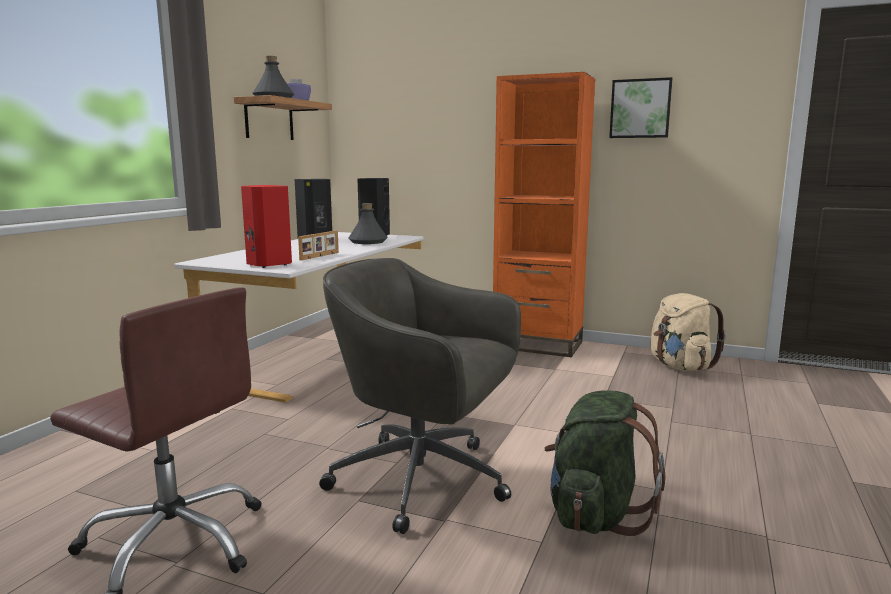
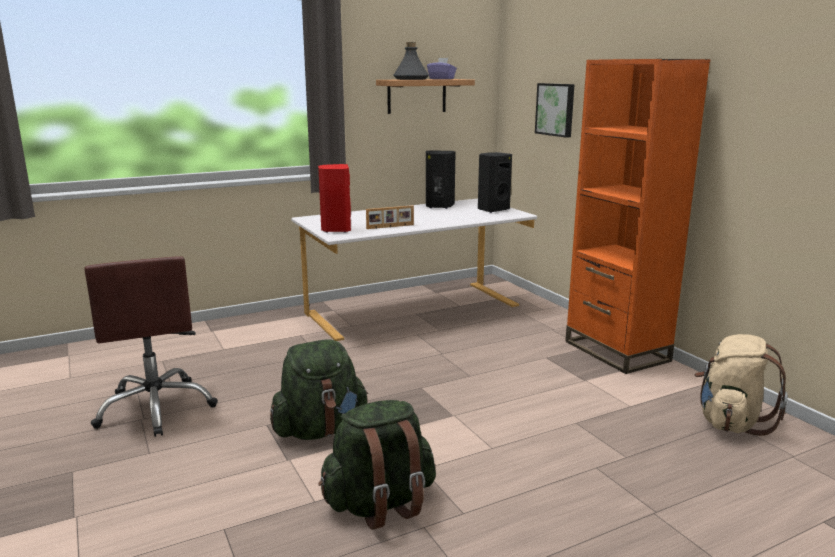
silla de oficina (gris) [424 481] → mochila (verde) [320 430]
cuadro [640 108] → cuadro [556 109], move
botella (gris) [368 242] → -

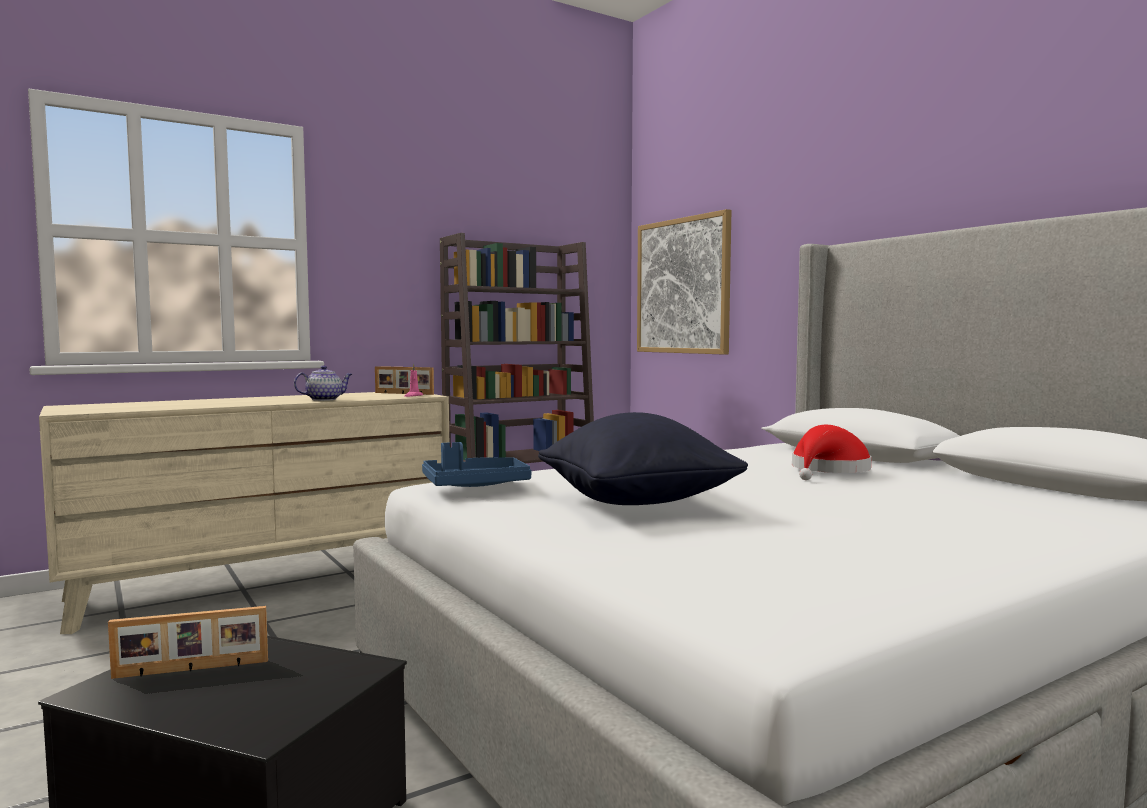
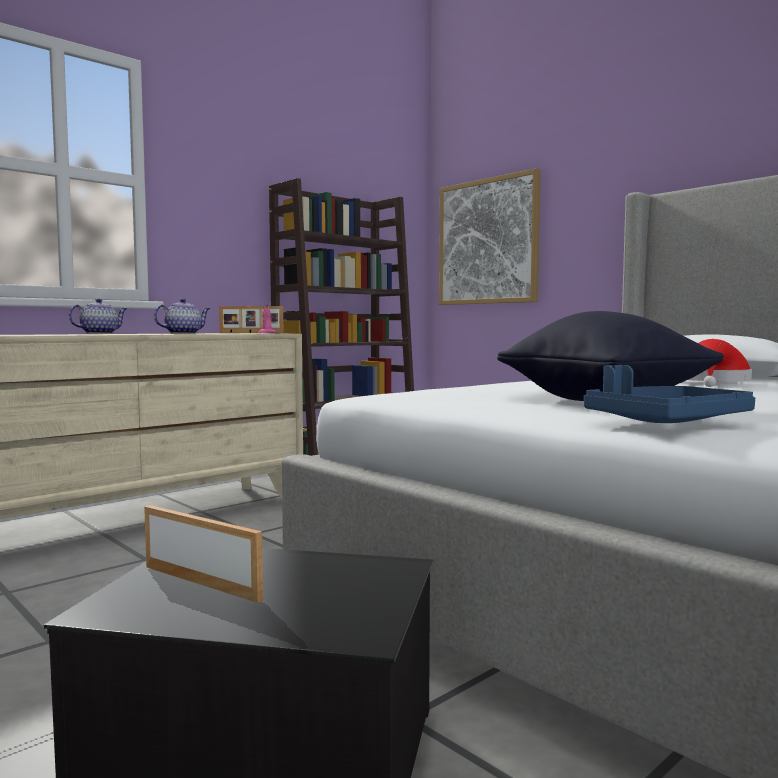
- → tetera [100 333]
portarretratos [191 670] → portarretratos [203 582], 120 degrees counterclockwise
bandeja (azul) [474 485] → bandeja (azul) [666 422], move

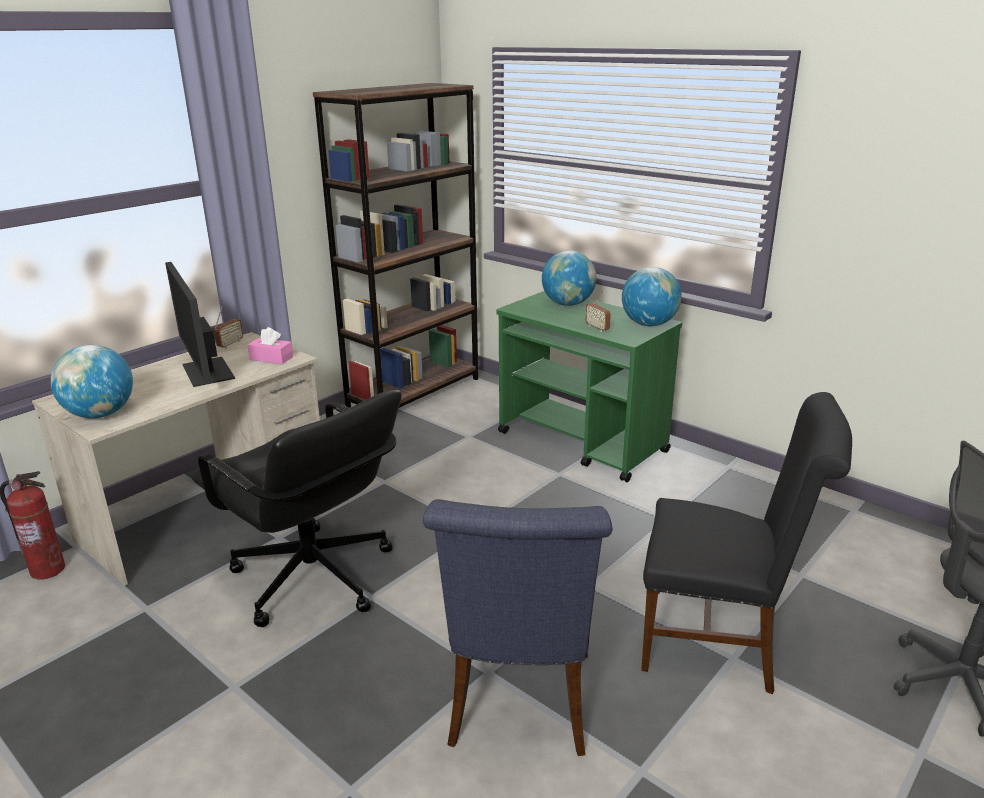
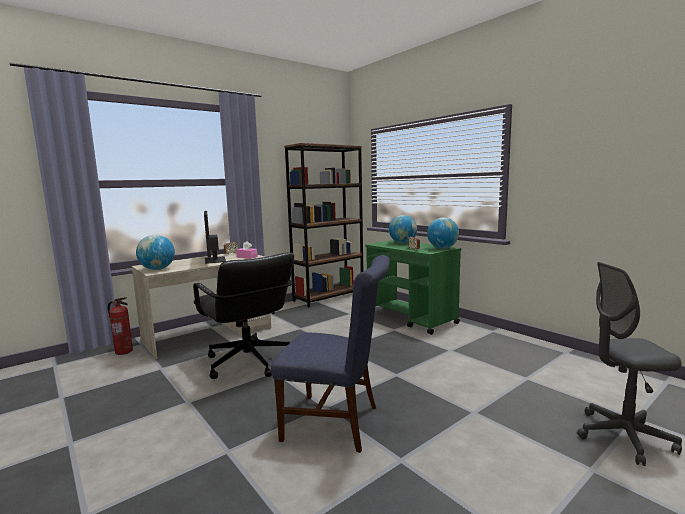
silla (azul) [519 705] → silla (azul) [337 423], 90 degrees counterclockwise
silla (negro) [720 640] → -

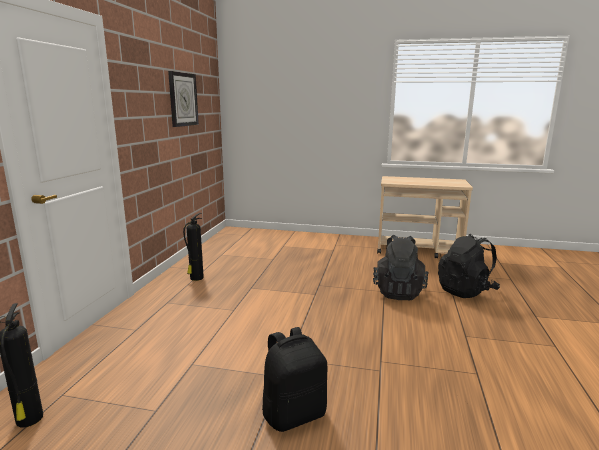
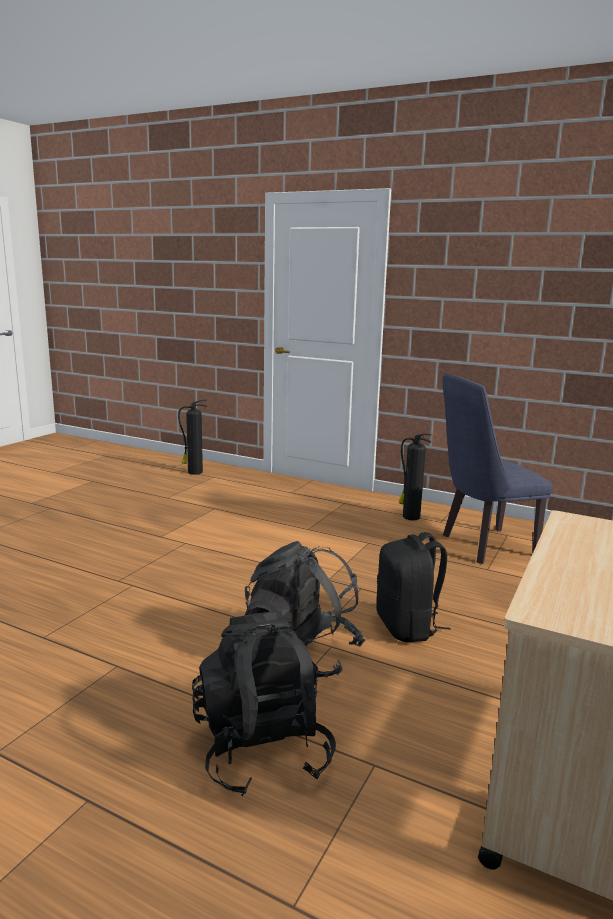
mochila (negro) [294 414] → mochila (negro) [407 627], move
- → silla (azul) [481 546]
reloj de pared [183 99] → -

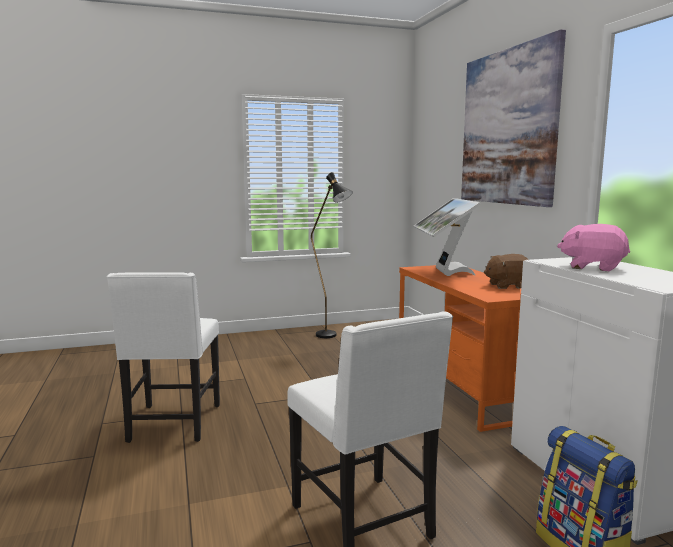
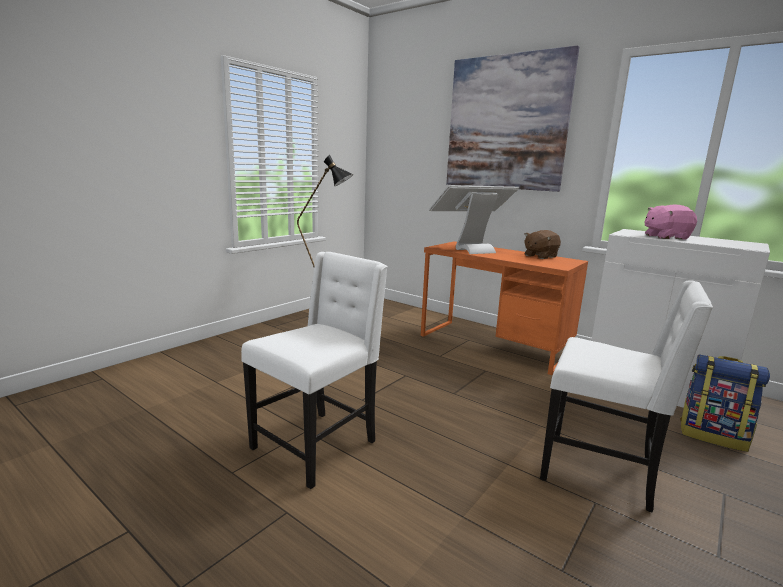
silla (blanco) [173 424] → silla (blanco) [317 445], 105 degrees counterclockwise
monitor [444 272] → monitor [470 249], 105 degrees clockwise

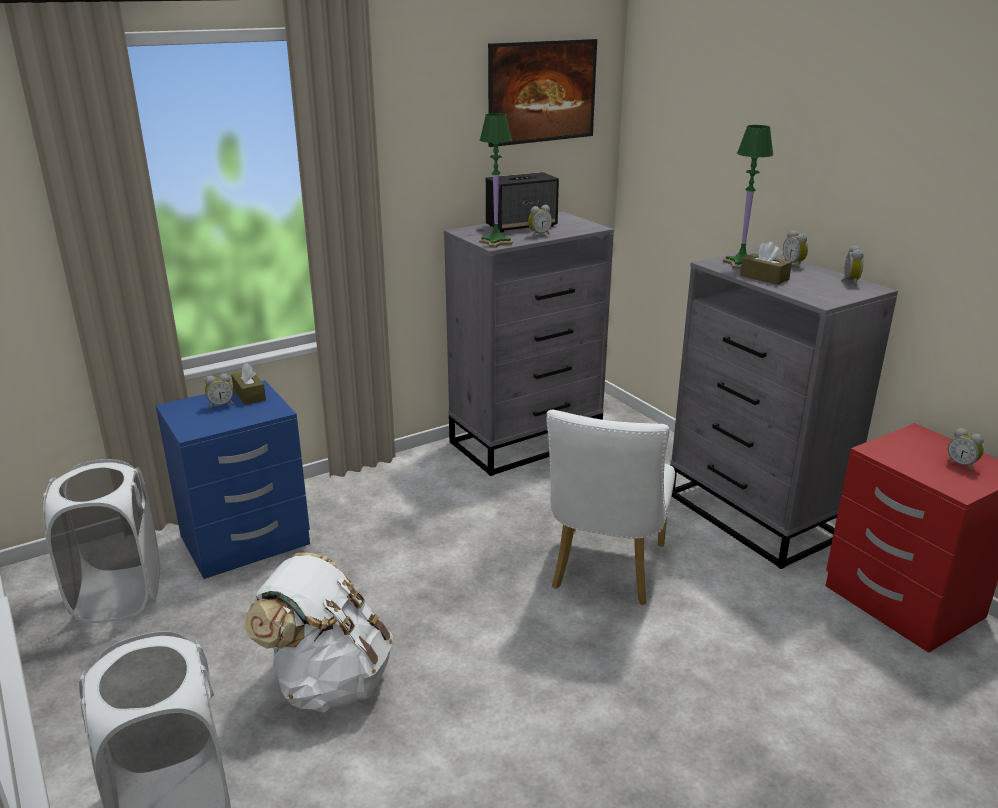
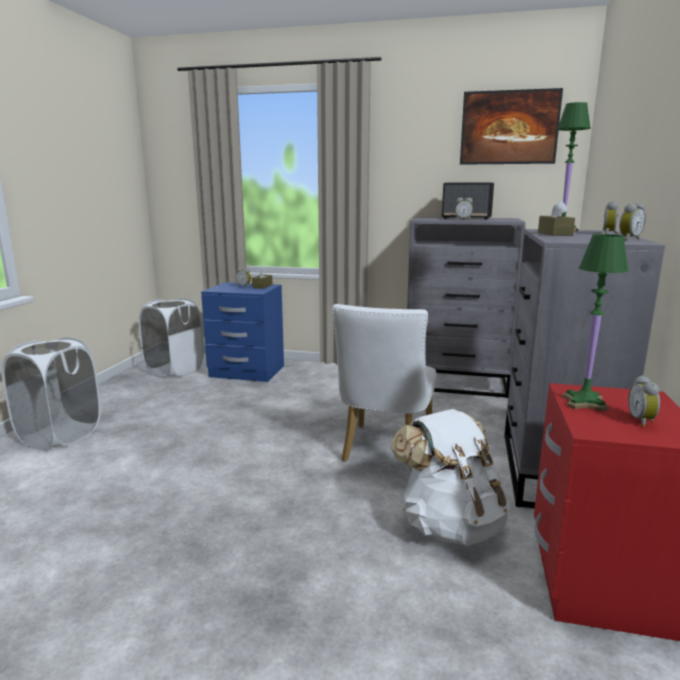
silla (blanco) [605 572] → silla (blanco) [384 451], 45 degrees counterclockwise
mochila (blanco) [329 681] → mochila (blanco) [450 525], move
lámpara de mesa (verde) [496 242] → lámpara de mesa (verde) [584 403], move

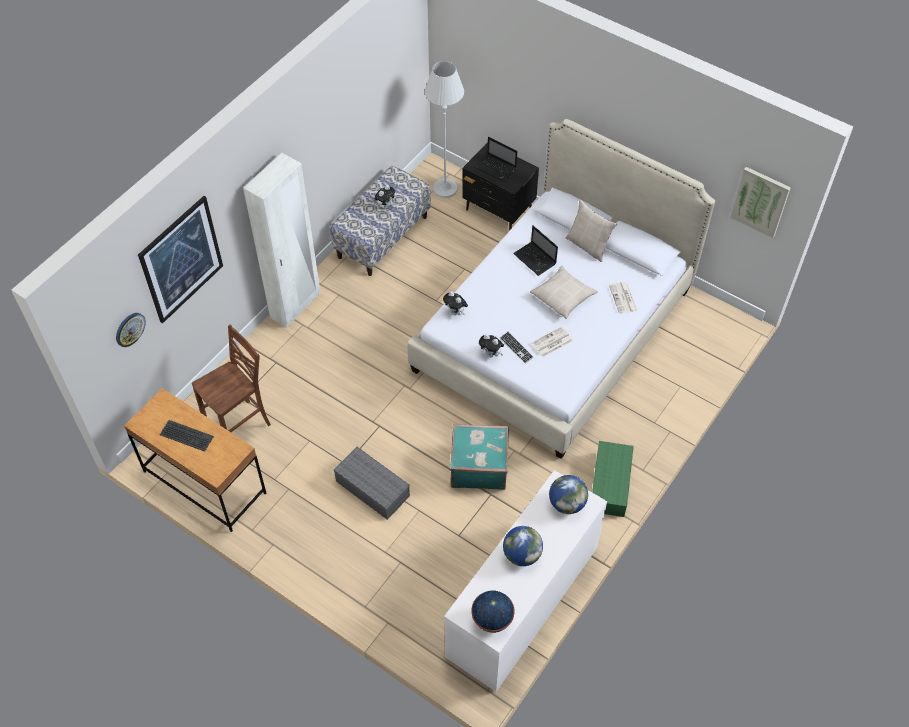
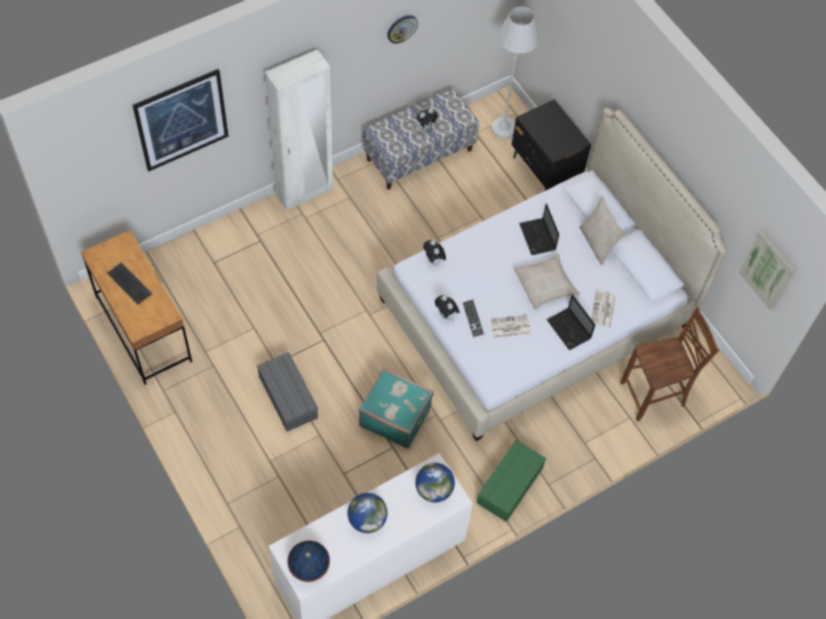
reloj de pared [129 329] → reloj de pared [401 28], move
portátil [496 168] → portátil [569 330], move
silla (marrón) [240 426] → silla (marrón) [654 395], move

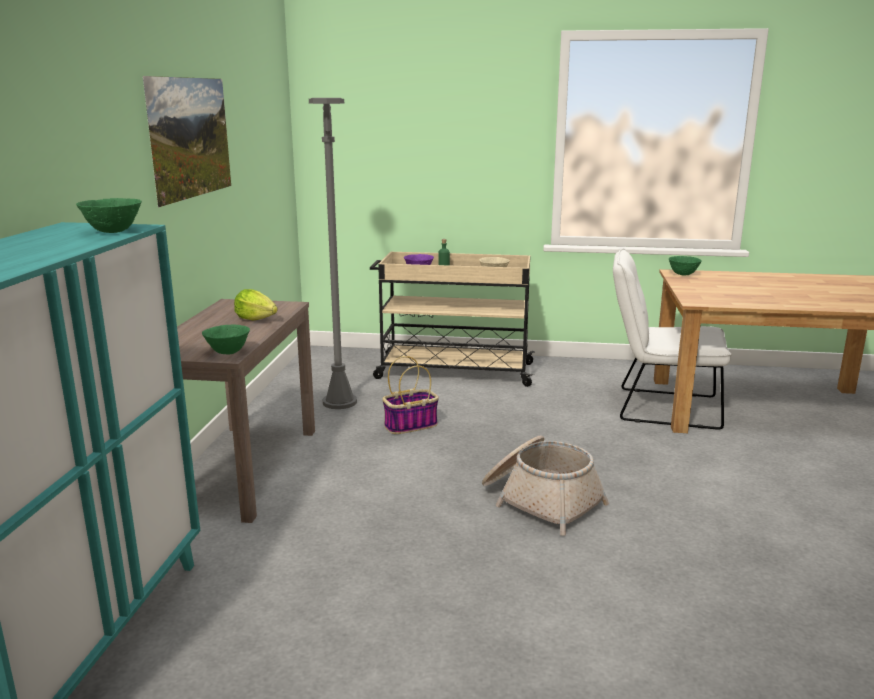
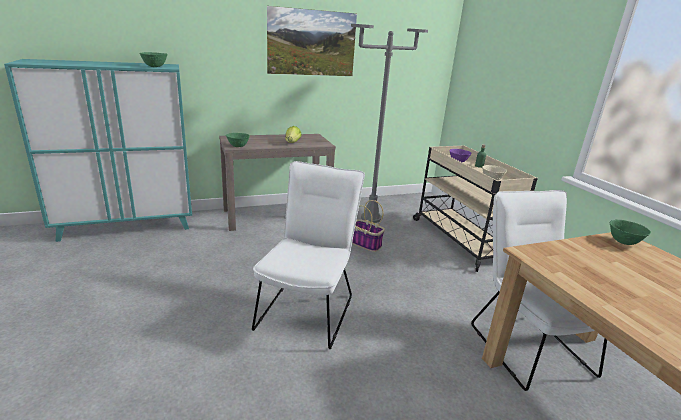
cesta [540 500] → silla (blanco) [308 308]

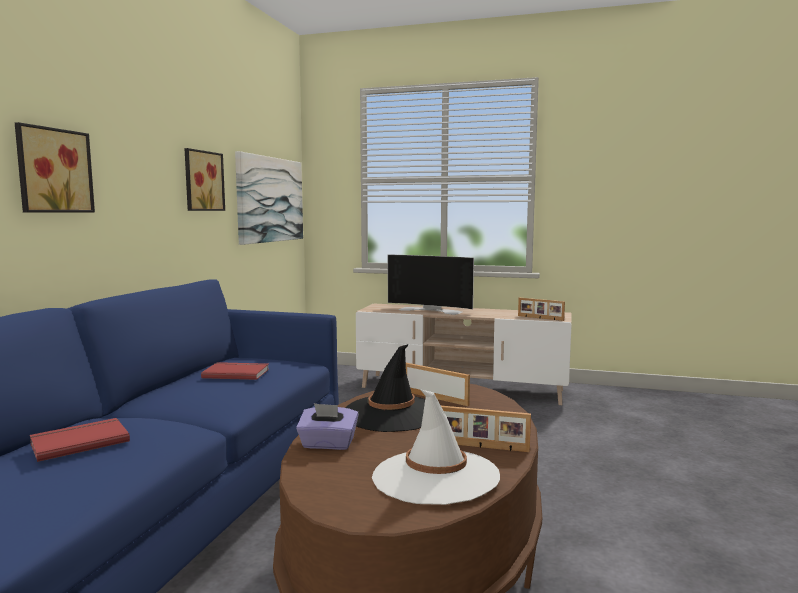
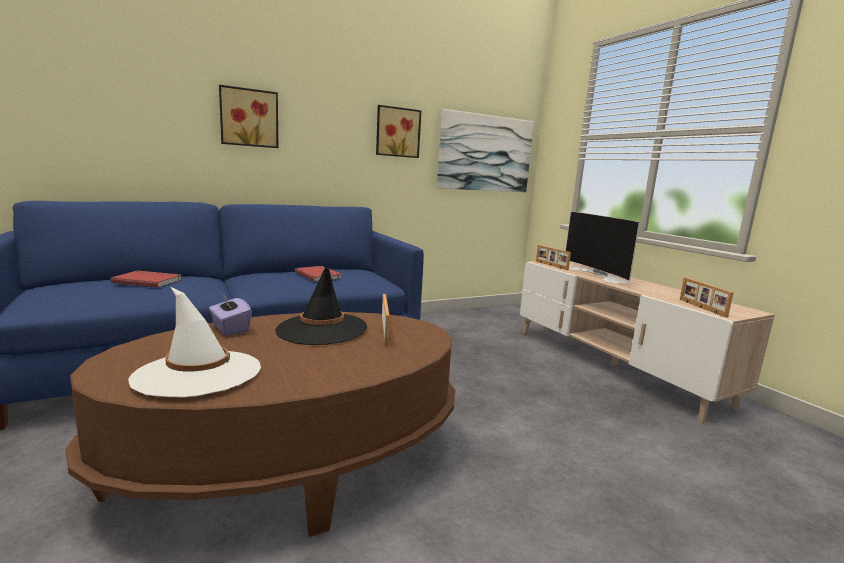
portarretratos [480 447] → portarretratos [551 265], move

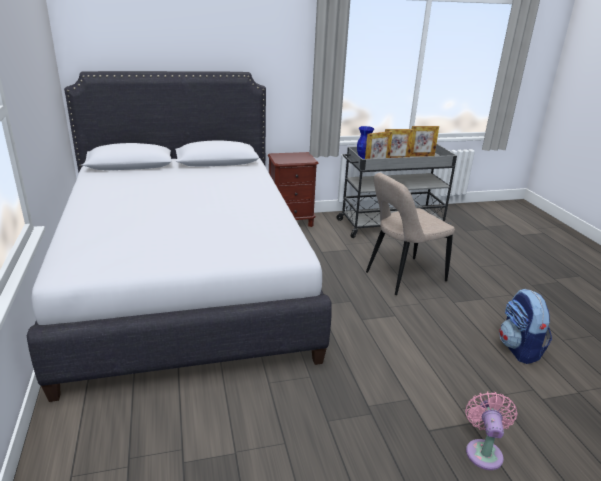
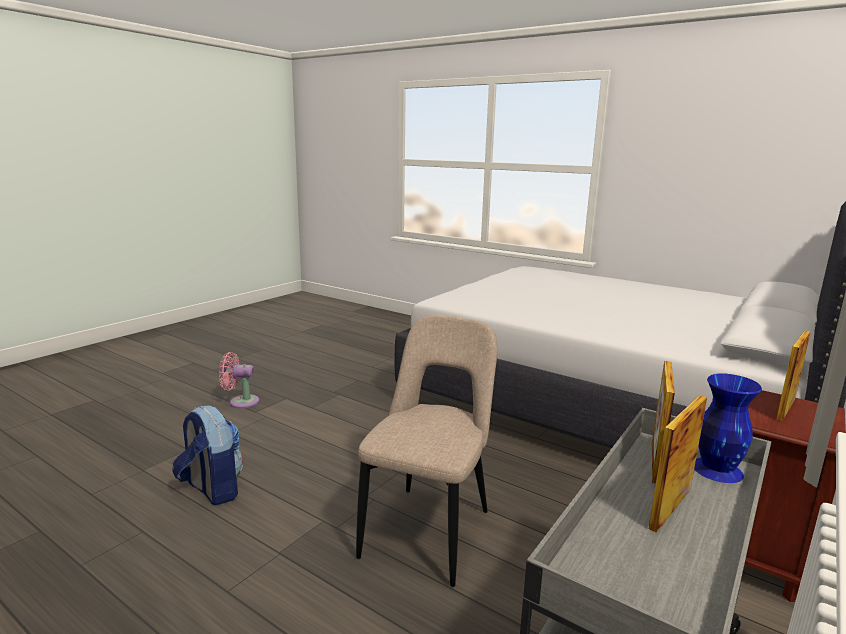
ventilador (rosa) [483 451] → ventilador (rosa) [241 402], 120 degrees clockwise
portarretratos [421 156] → portarretratos [785 409], move

